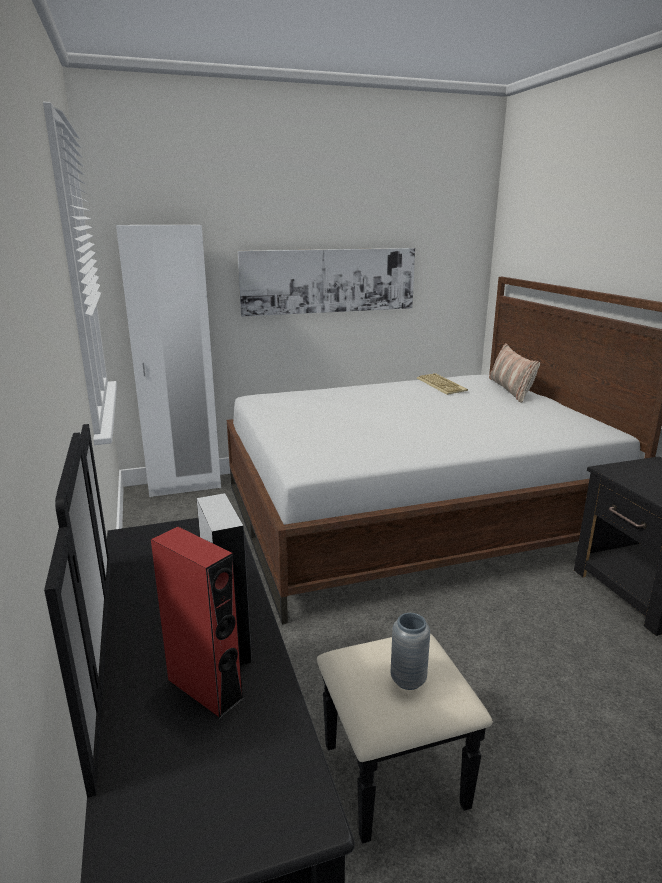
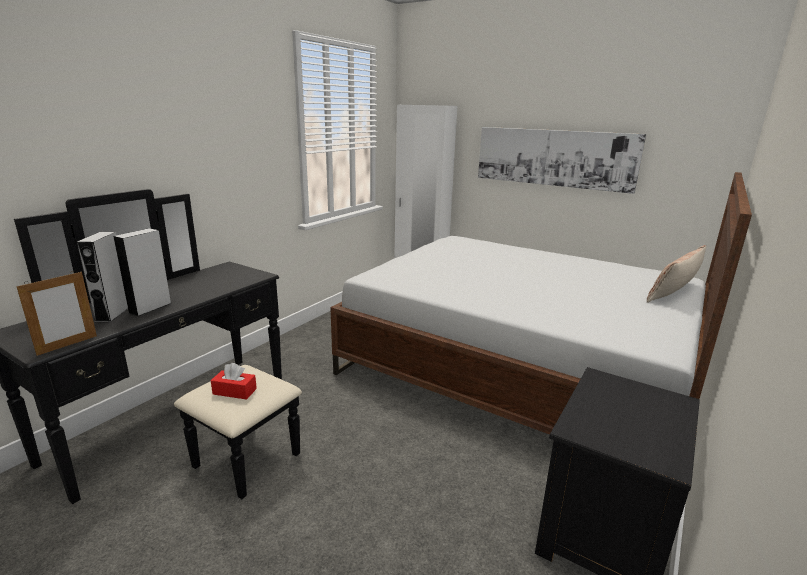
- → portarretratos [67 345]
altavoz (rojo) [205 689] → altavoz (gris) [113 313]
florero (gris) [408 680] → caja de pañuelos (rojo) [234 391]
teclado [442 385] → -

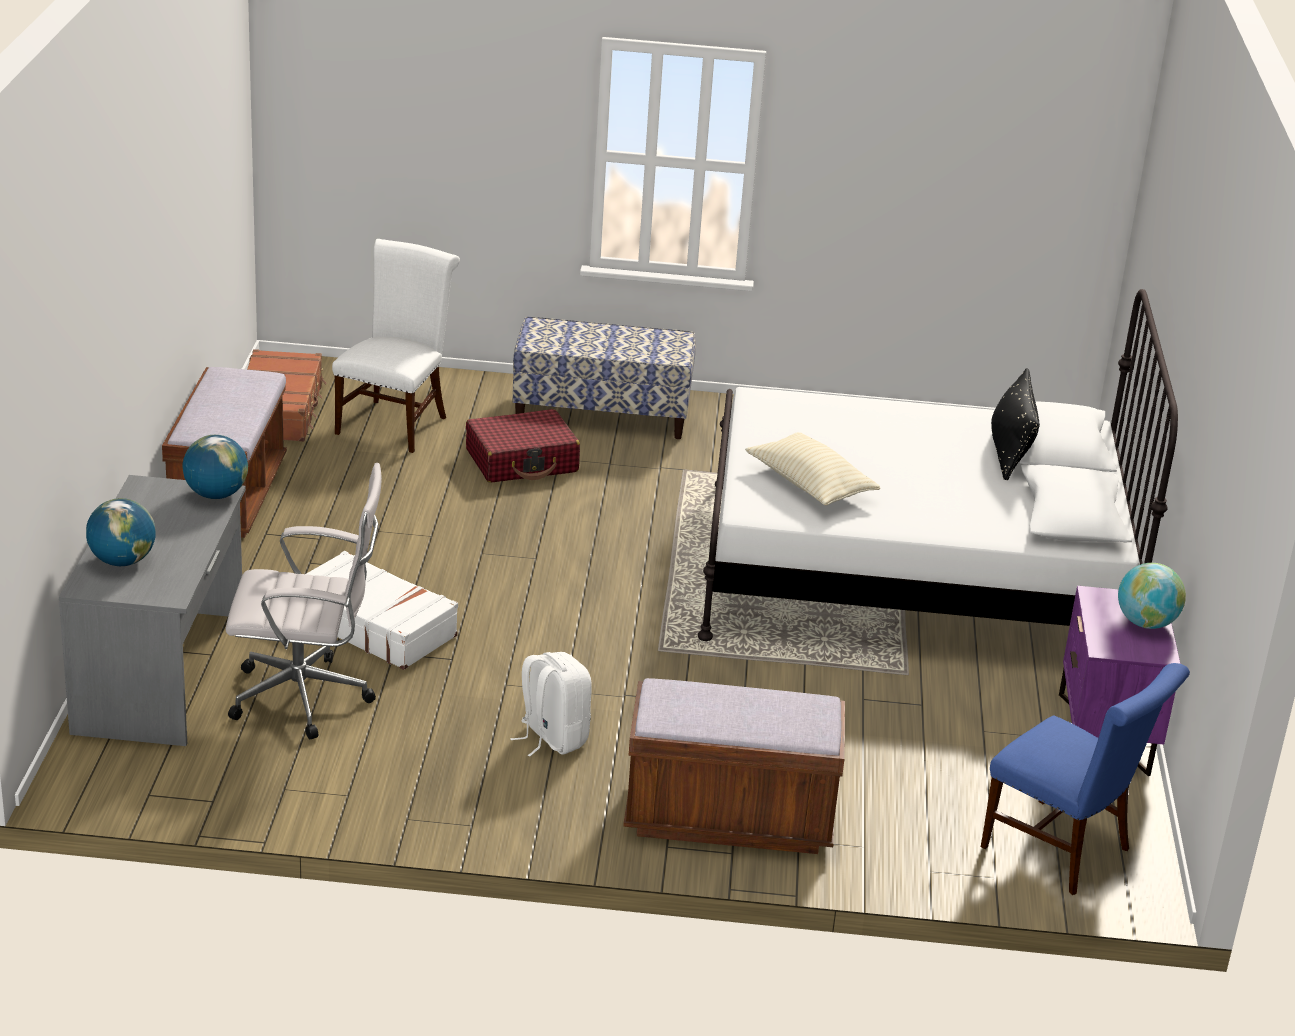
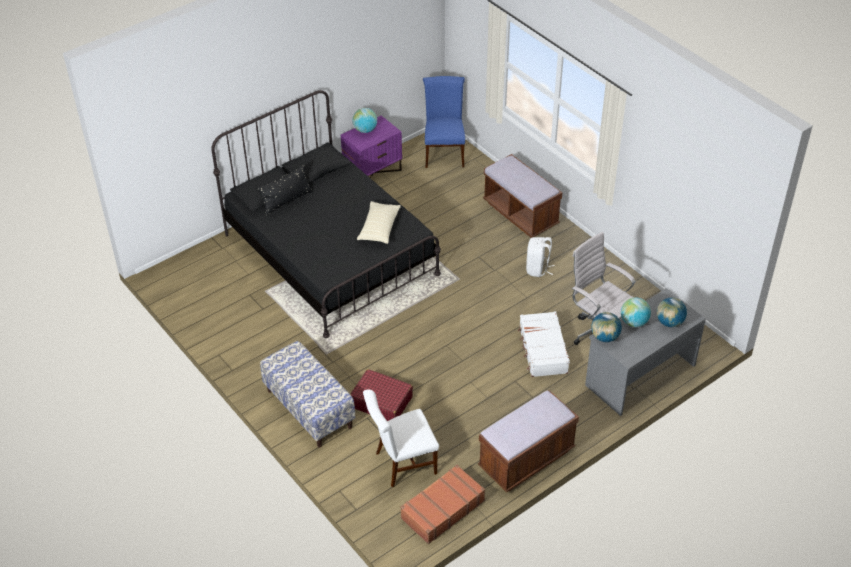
cama (blanco) [911 577] → cama (negro) [330 254]
- → globo terráqueo [634 322]

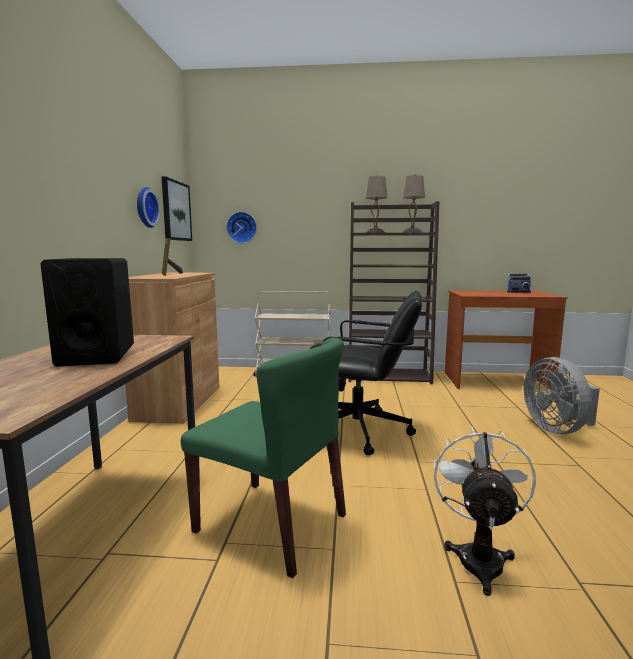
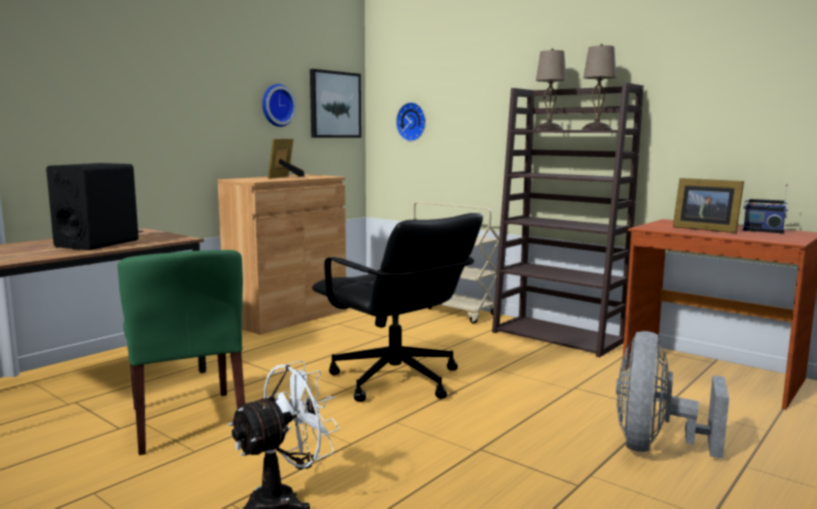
- → portarretratos [703 229]

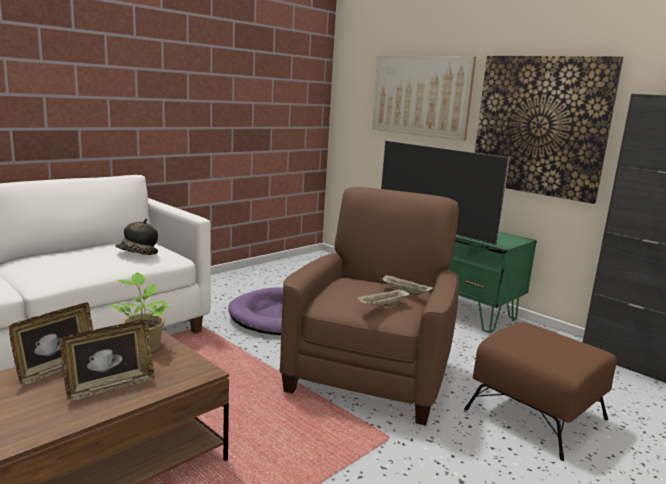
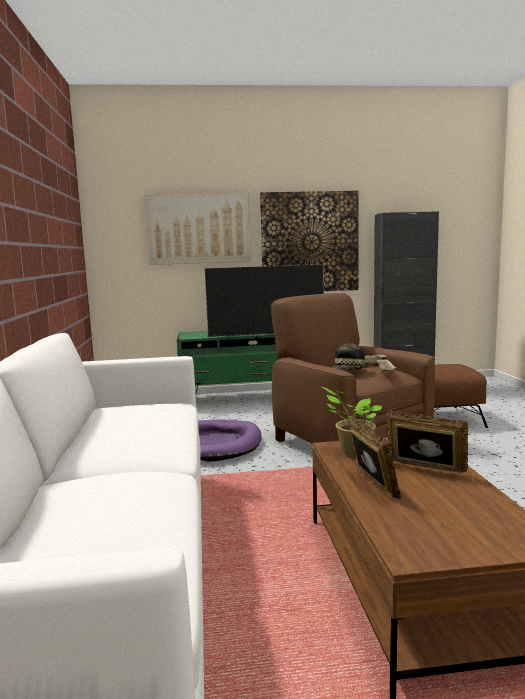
sombrero [137 253] → sombrero [349 372], move
portarretratos [110 387] → portarretratos [425 470], 60 degrees counterclockwise

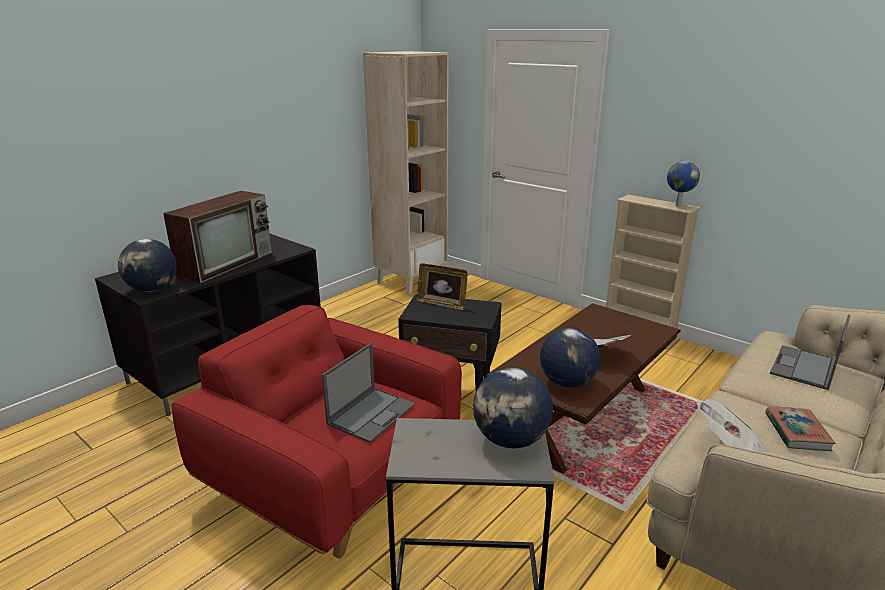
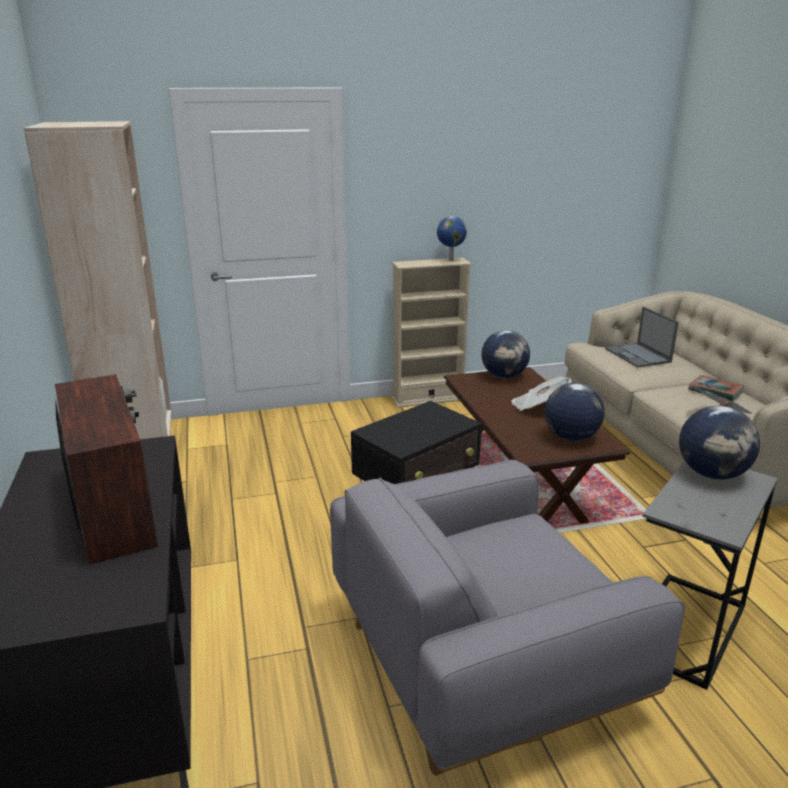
sillón (rojo) [333 474] → sillón (gris) [482 661]
globo terráqueo [153 289] → globo terráqueo [504 376], move
portátil [372 414] → -
portarretratos [442 304] → -

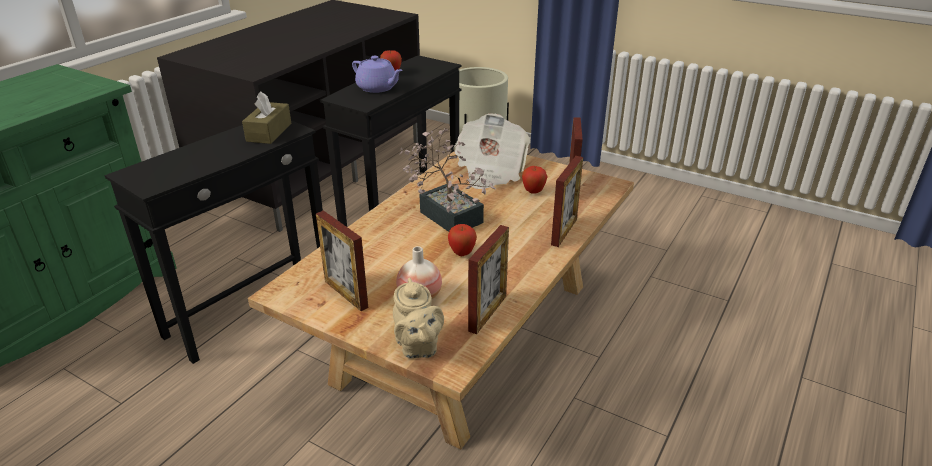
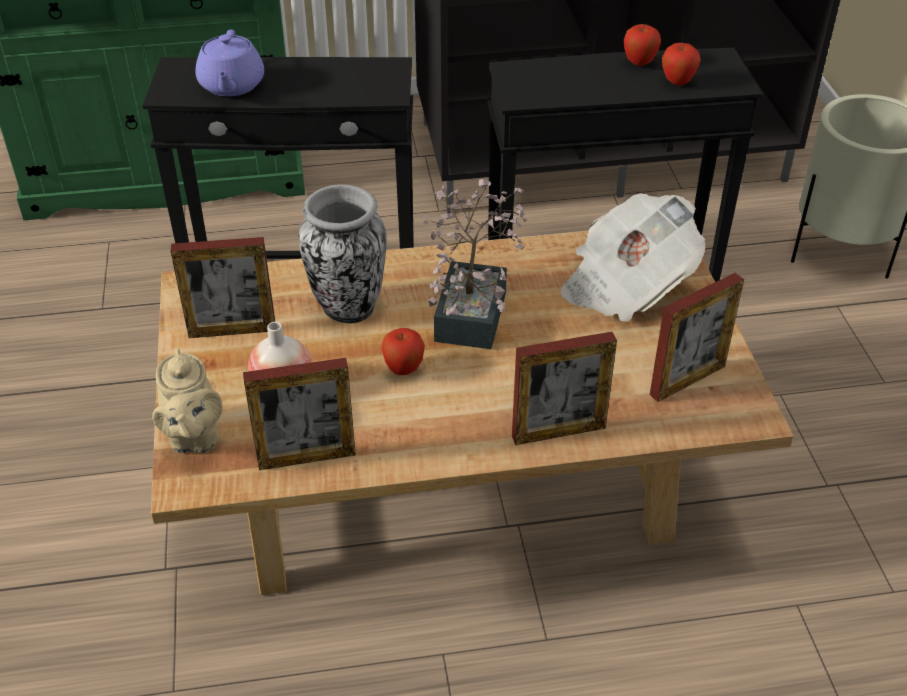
tetera (beis) [417 347] → tetera (beis) [193 437], 45 degrees counterclockwise
portarretratos [346 294] → portarretratos [232 330], 105 degrees counterclockwise
tetera (morado) [378 88] → tetera (morado) [231 86], move
- → florero [348 309]
manzana [533 192] → manzana [677 82], move
caja de pañuelos (marrón) [269 132] → -

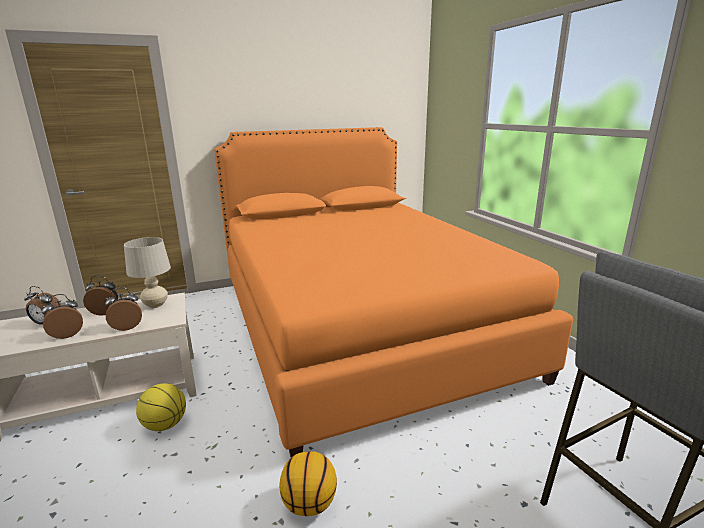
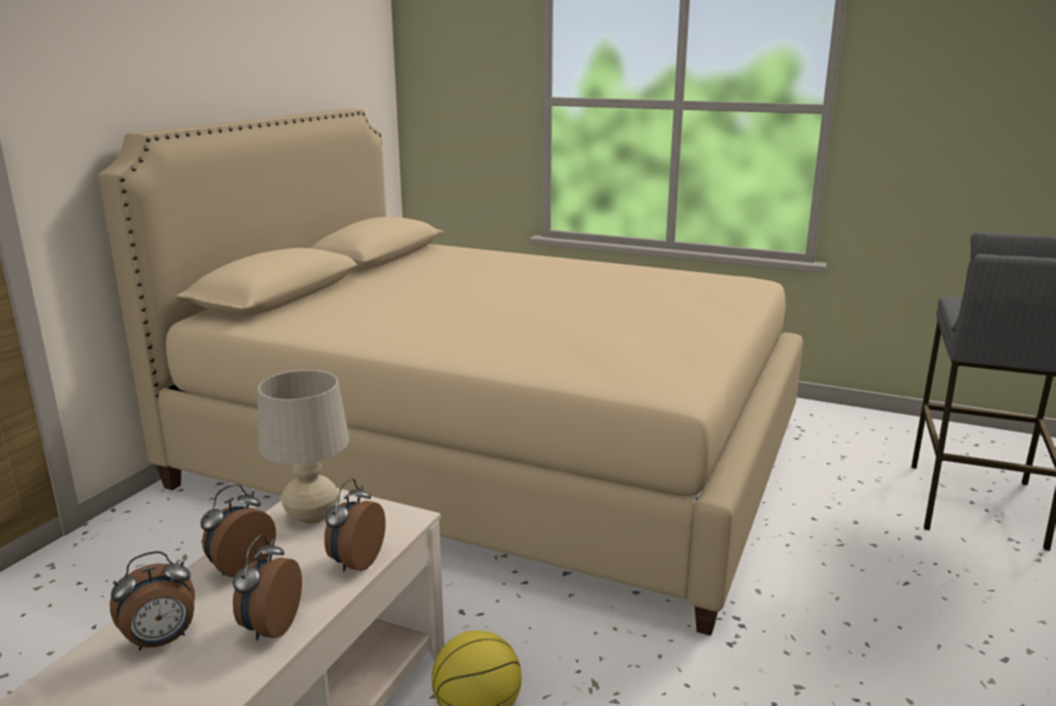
cama (naranja) [359 325] → cama (beis) [495 456]
balón de baloncesto [309 504] → -

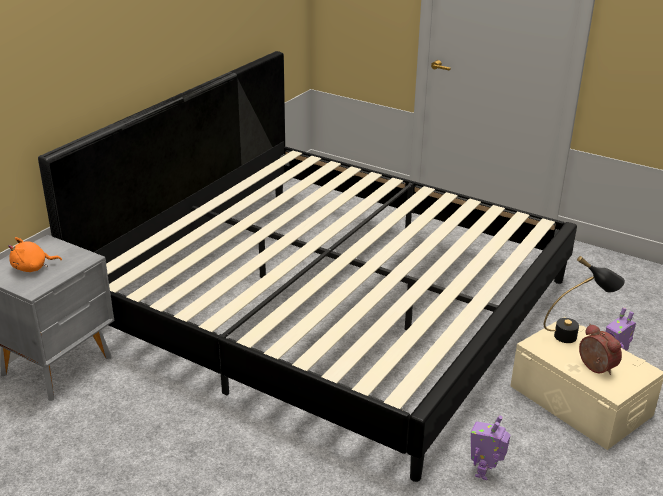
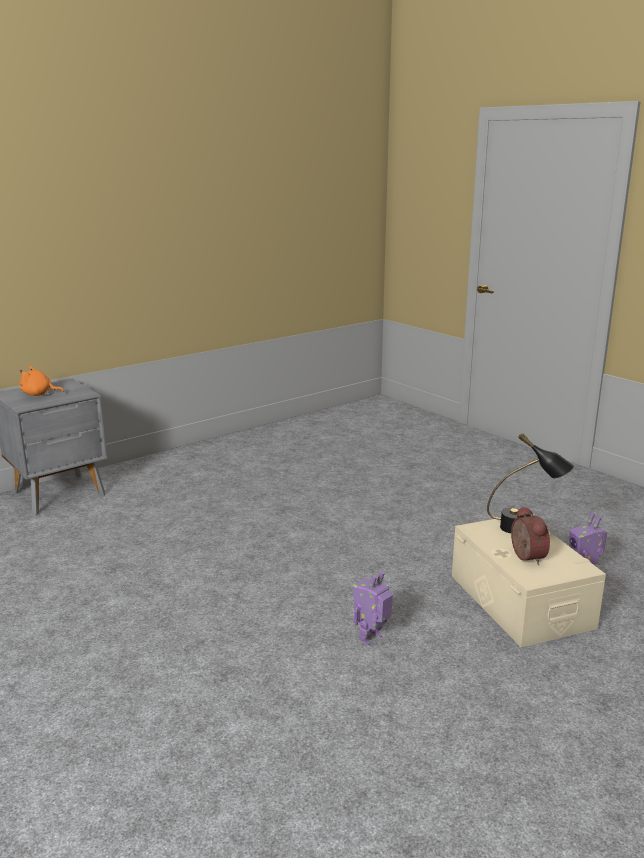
cama [330 303] → -

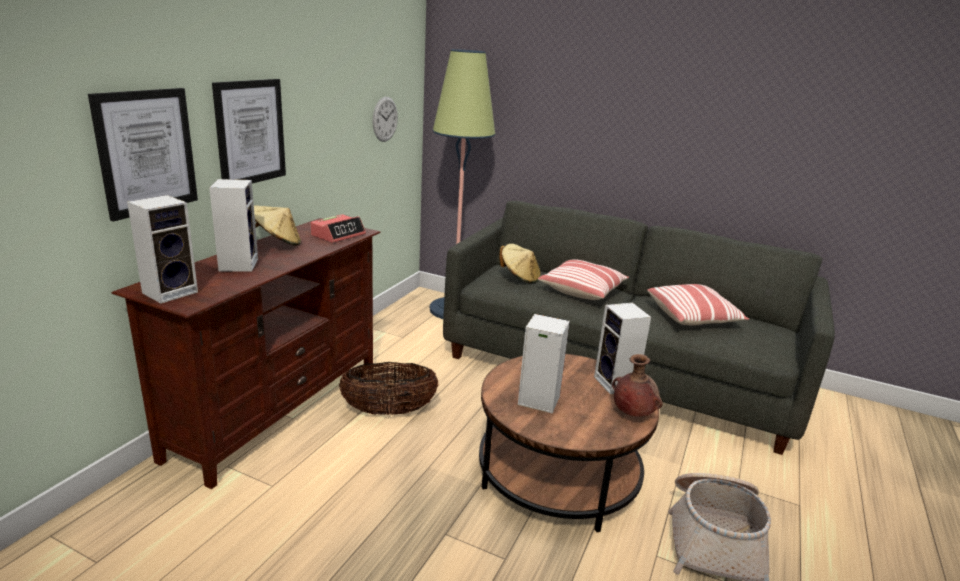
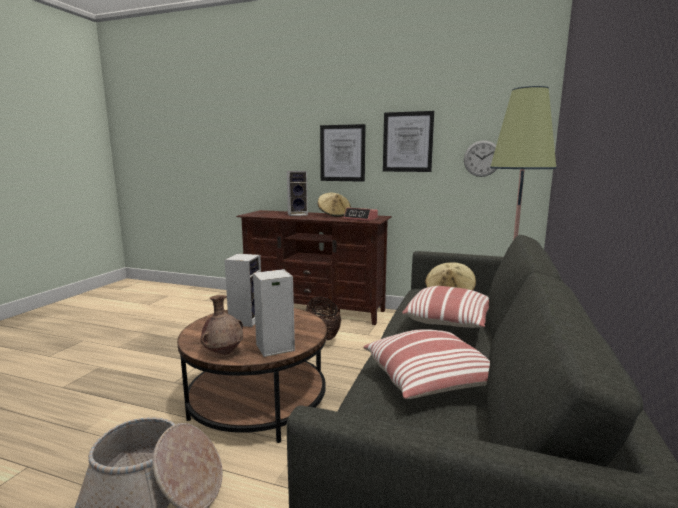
cuadro [146 152] → cuadro [407 142], move
altavoz [171 292] → -

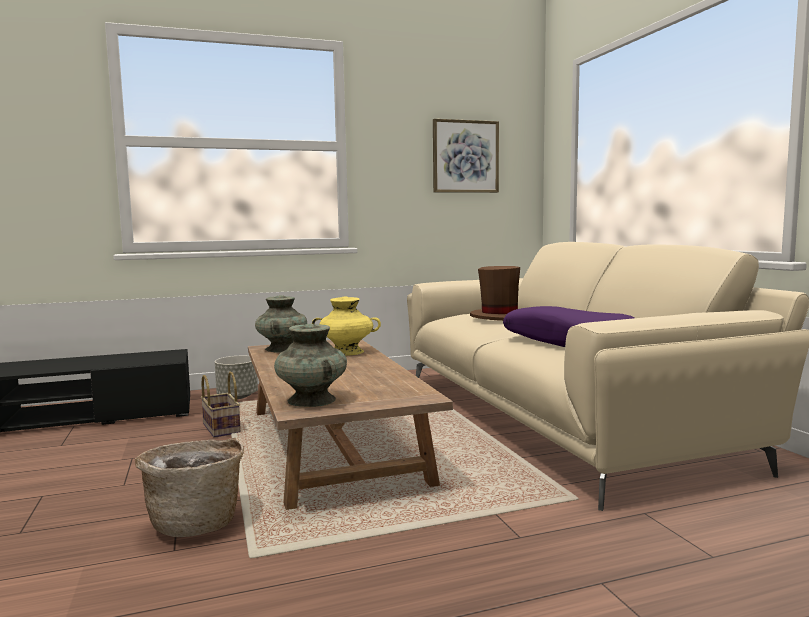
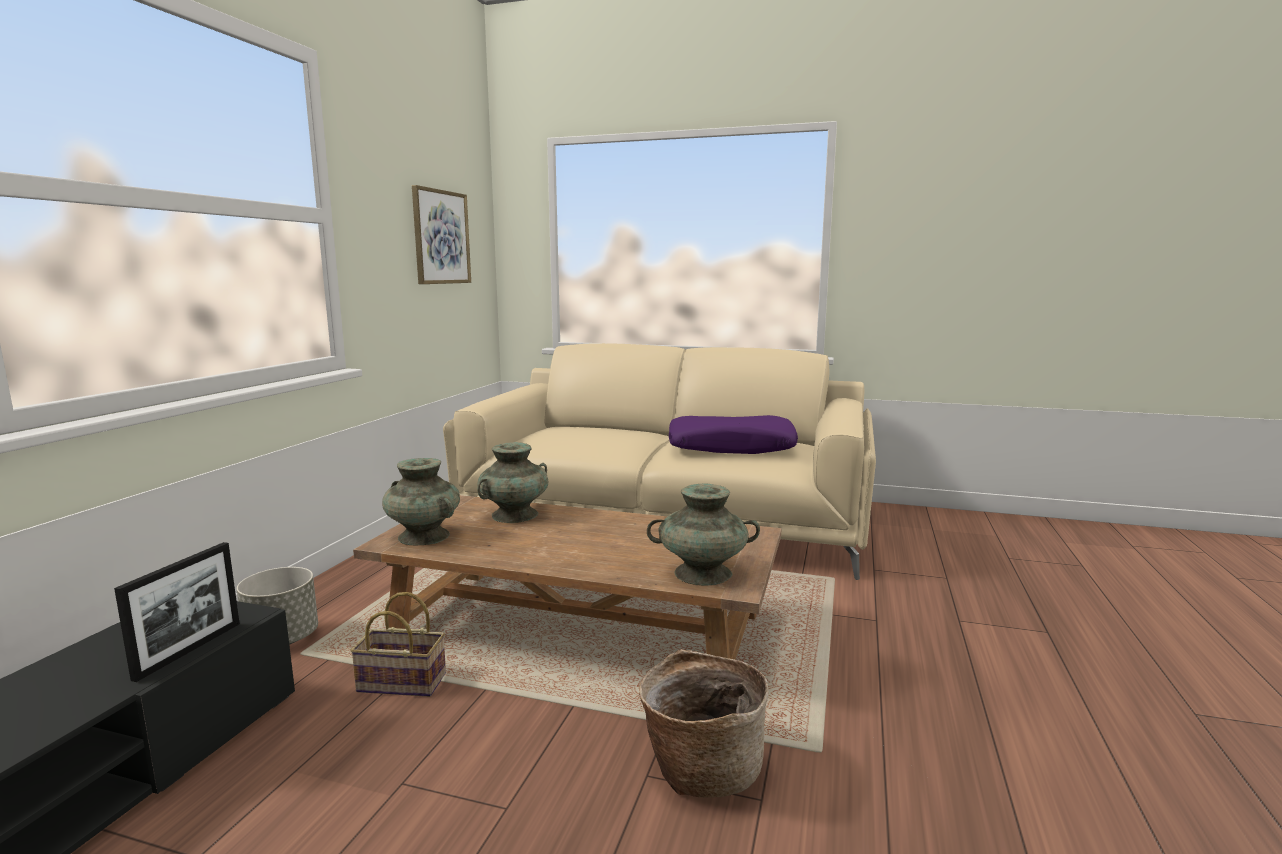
- → portarretratos [189 650]
florero (amarillo) [346 352] → florero (turquesa) [515 515]
sombrero (marrón) [499 317] → -

